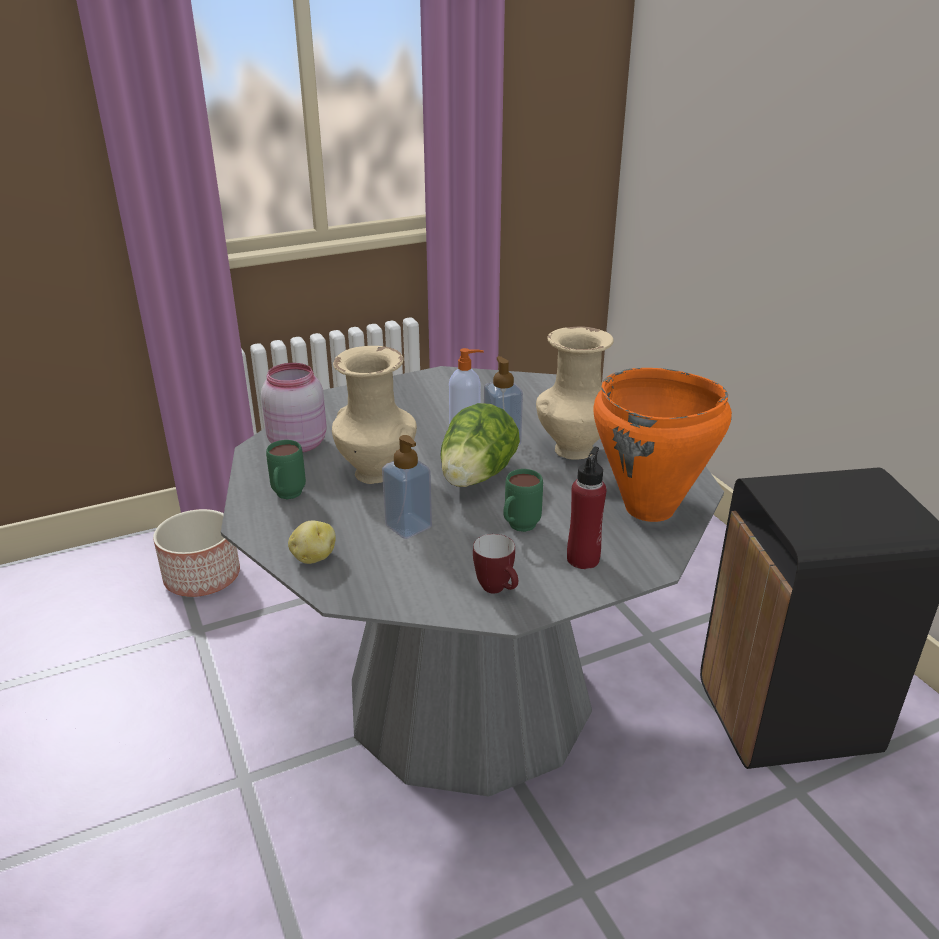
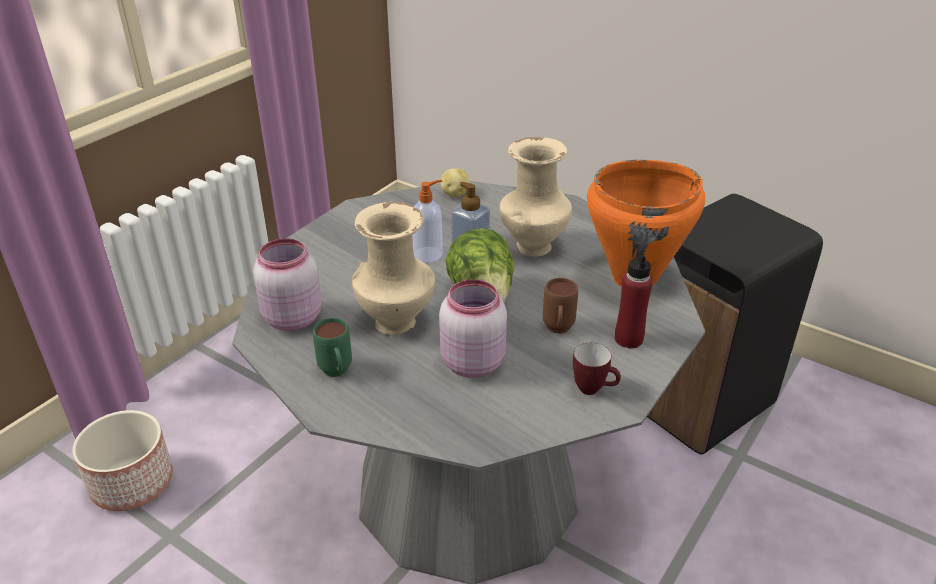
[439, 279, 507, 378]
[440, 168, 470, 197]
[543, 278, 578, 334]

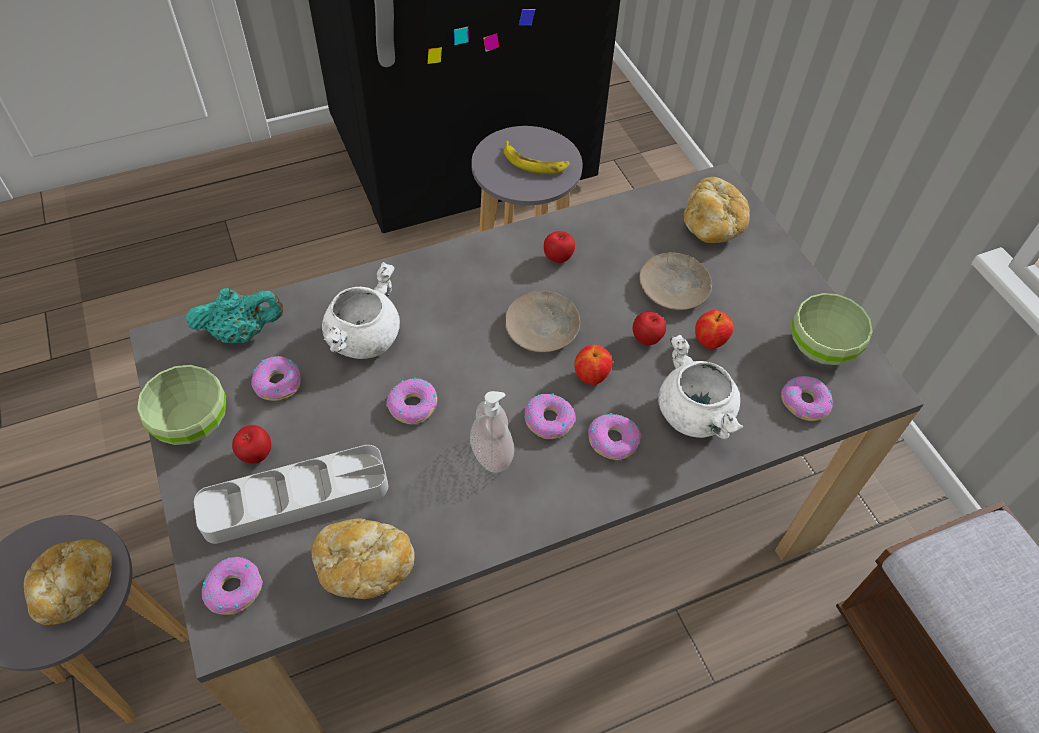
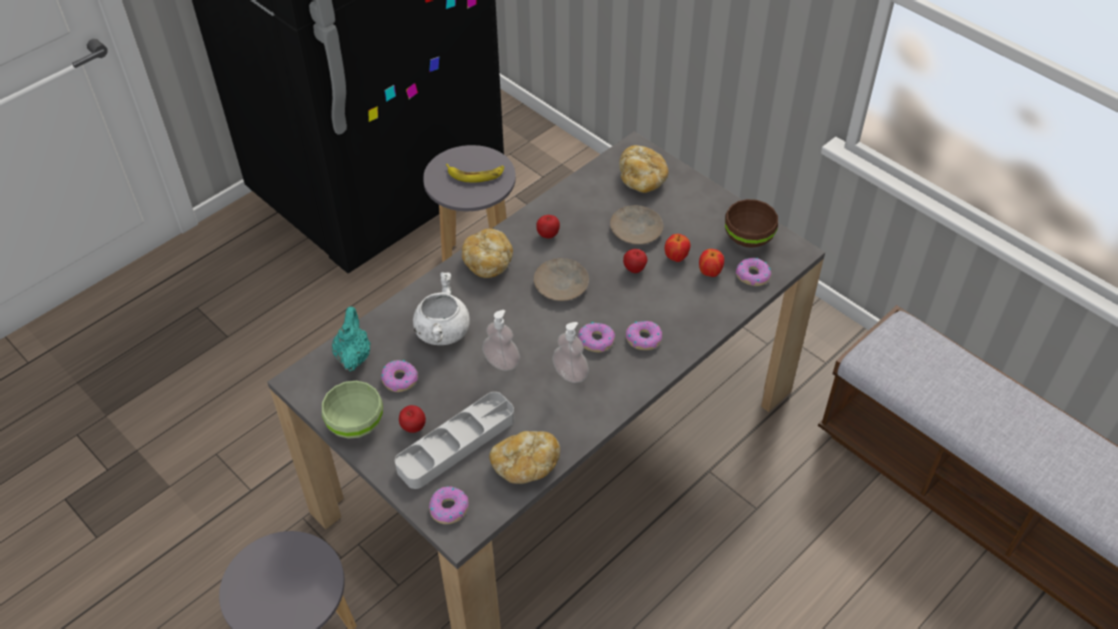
[332, 306, 371, 371]
[462, 229, 513, 278]
[482, 310, 520, 371]
[699, 249, 724, 277]
[725, 199, 778, 248]
[658, 335, 743, 439] (first image)

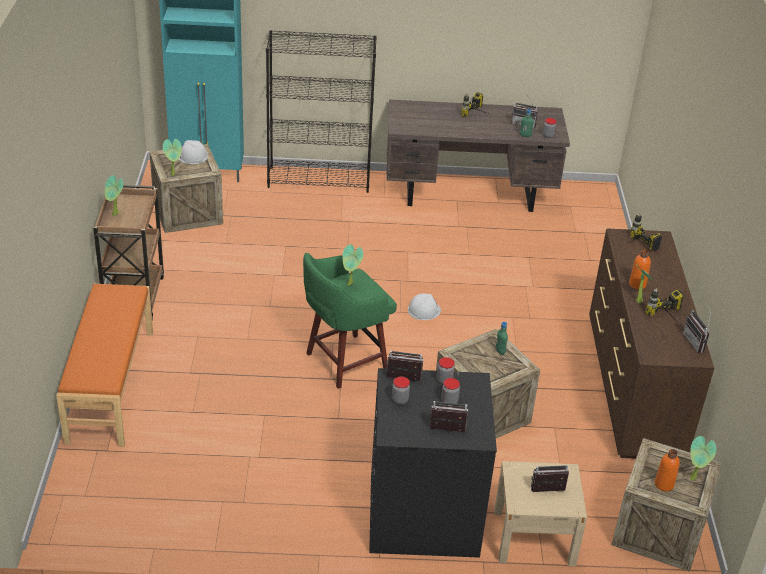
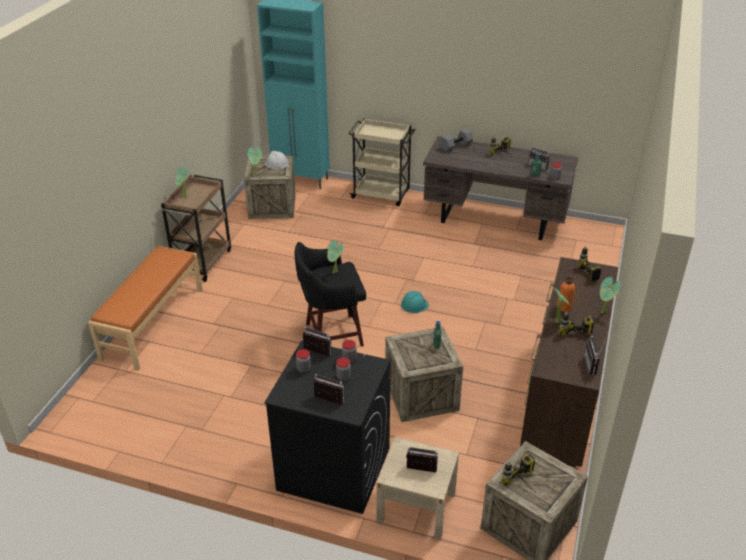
[294, 242, 366, 346]
[348, 118, 416, 206]
[401, 291, 429, 313]
[440, 129, 473, 152]
[501, 453, 535, 486]
[600, 277, 621, 314]

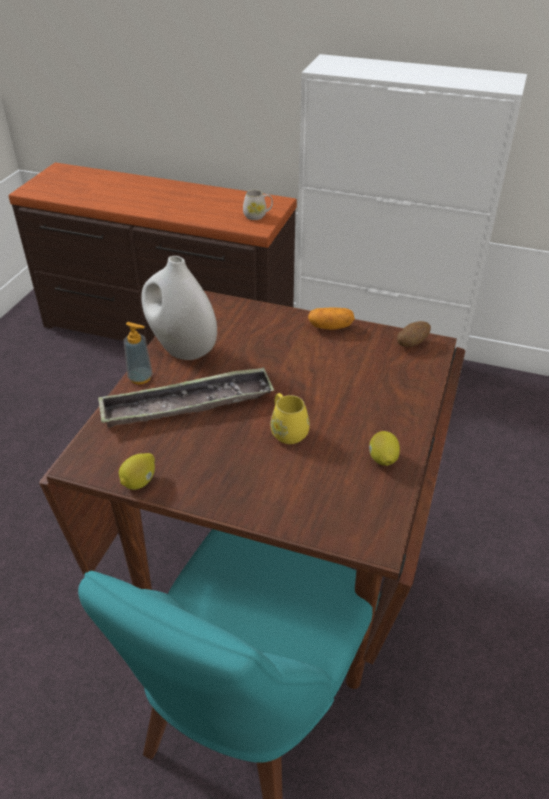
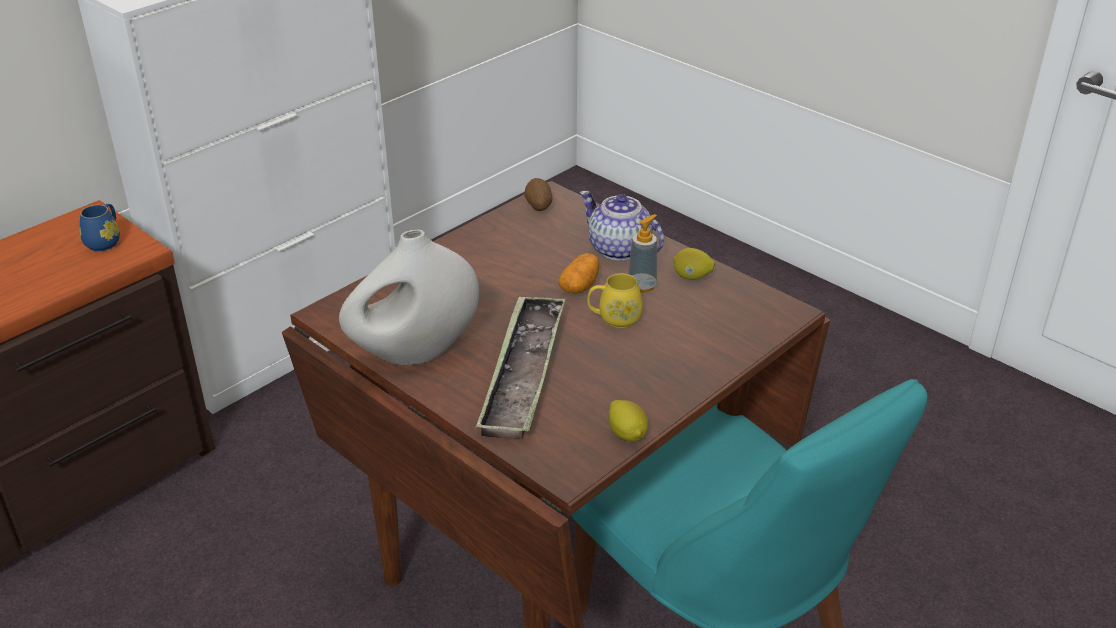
[80, 204, 120, 251]
[558, 253, 599, 294]
[579, 191, 664, 260]
[628, 214, 657, 293]

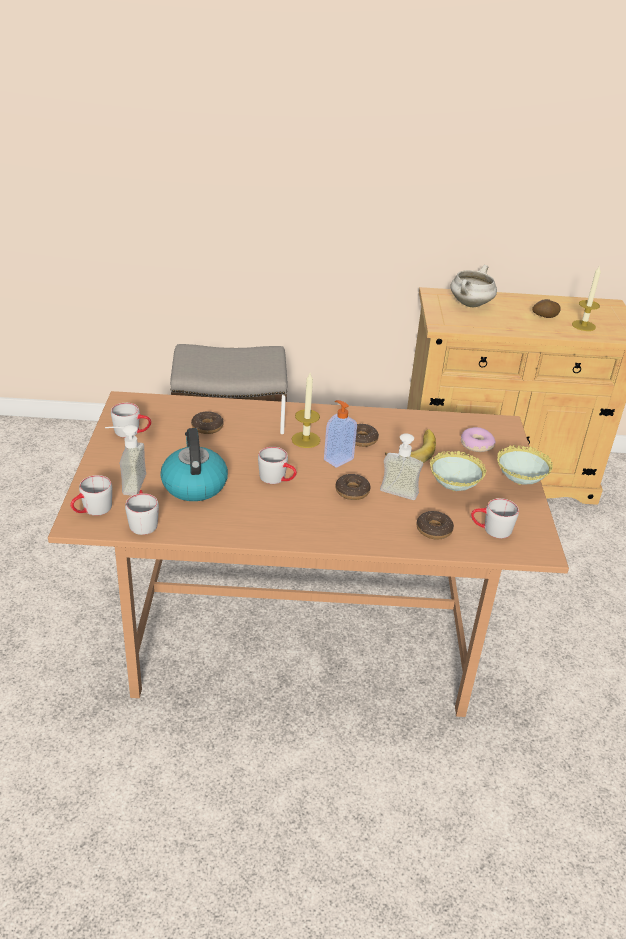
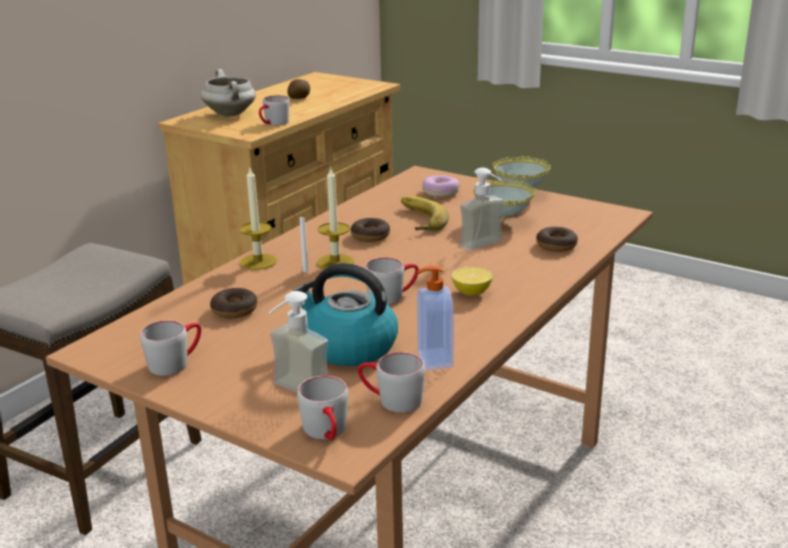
[239, 168, 277, 270]
[259, 95, 290, 126]
[417, 266, 454, 370]
[452, 267, 493, 296]
[335, 474, 371, 500] (first image)

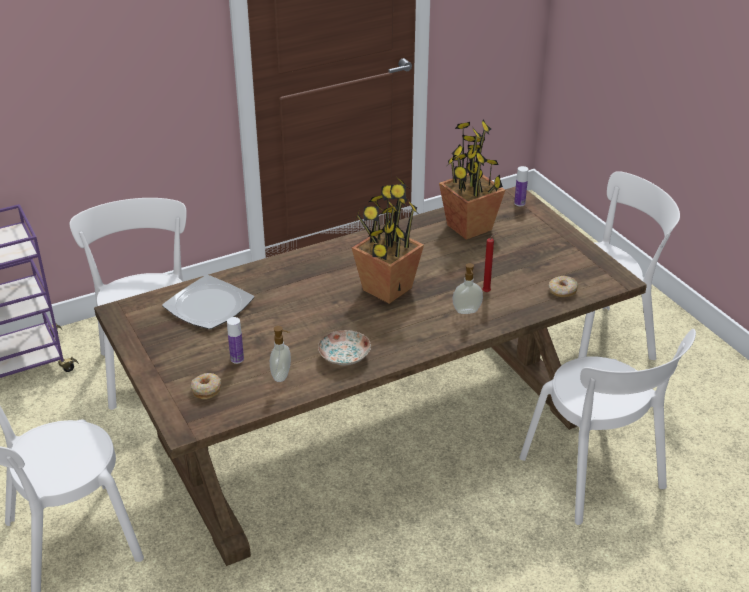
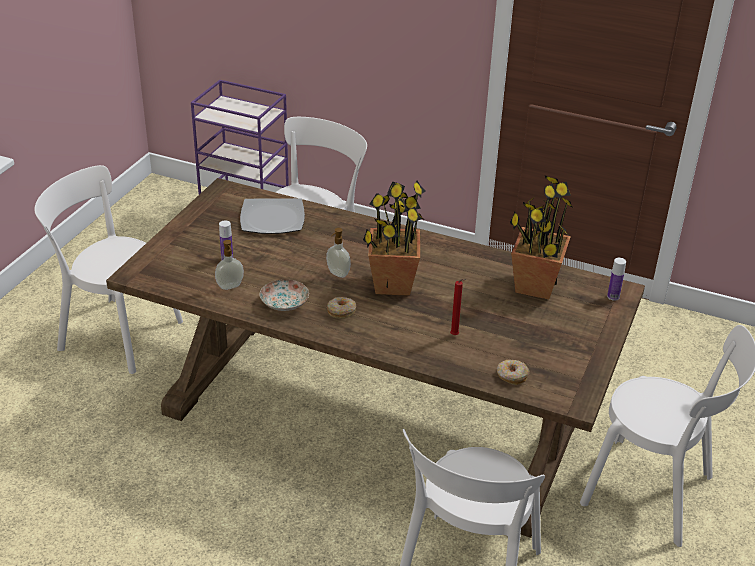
[326, 228, 351, 278]
[327, 297, 356, 319]

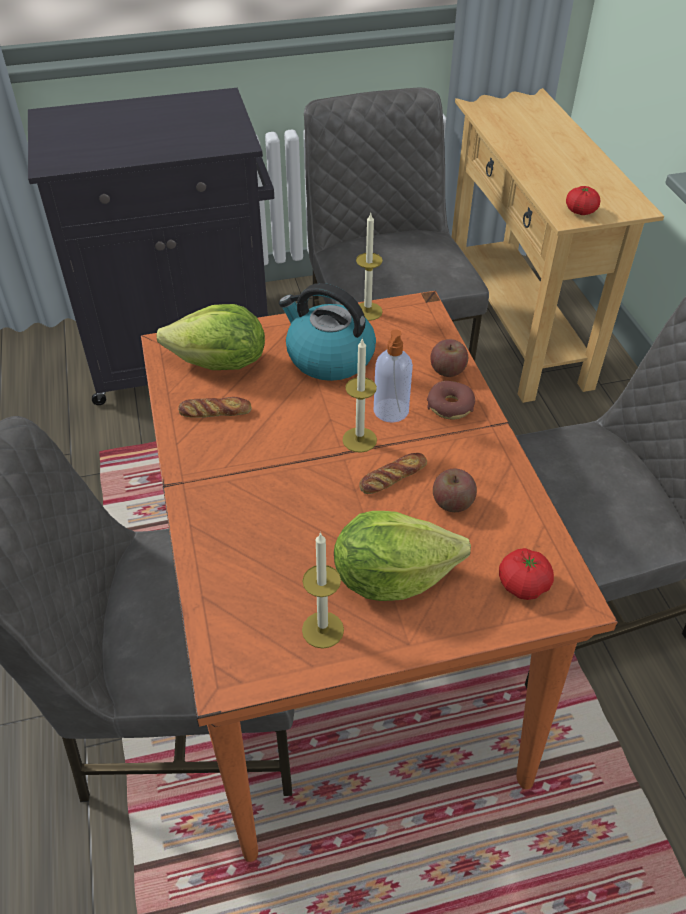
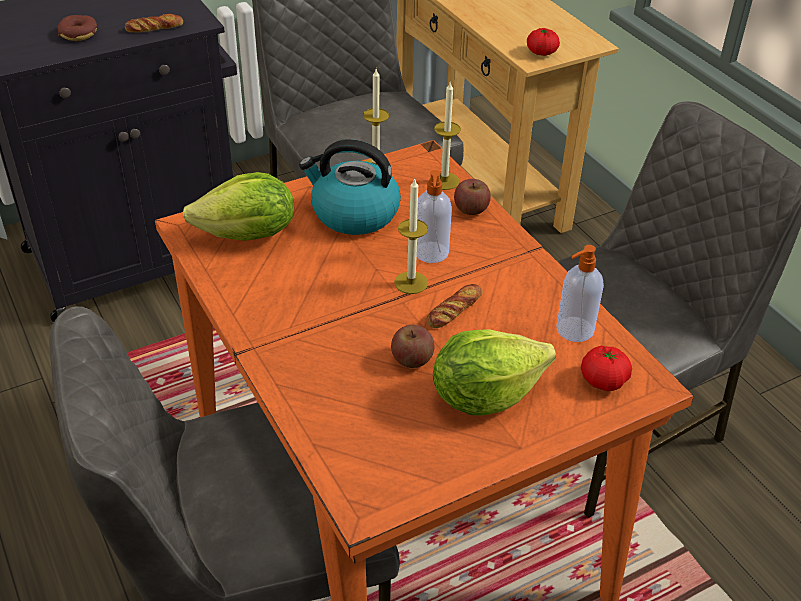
[58, 15, 97, 41]
[125, 13, 183, 33]
[391, 325, 434, 368]
[434, 82, 461, 190]
[556, 245, 604, 342]

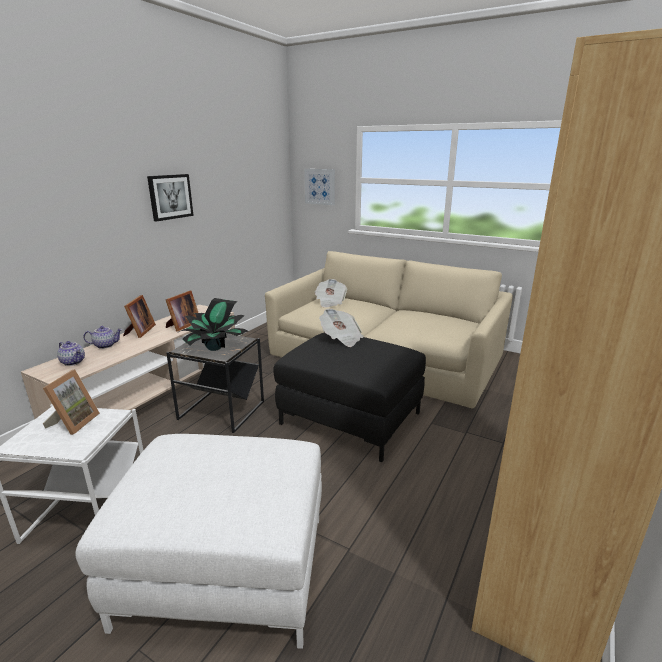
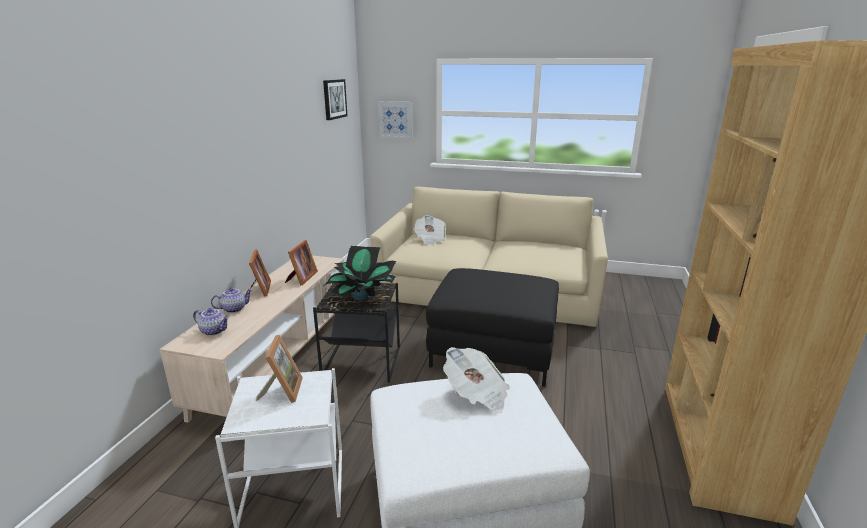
[323, 79, 348, 120]
[443, 347, 510, 413]

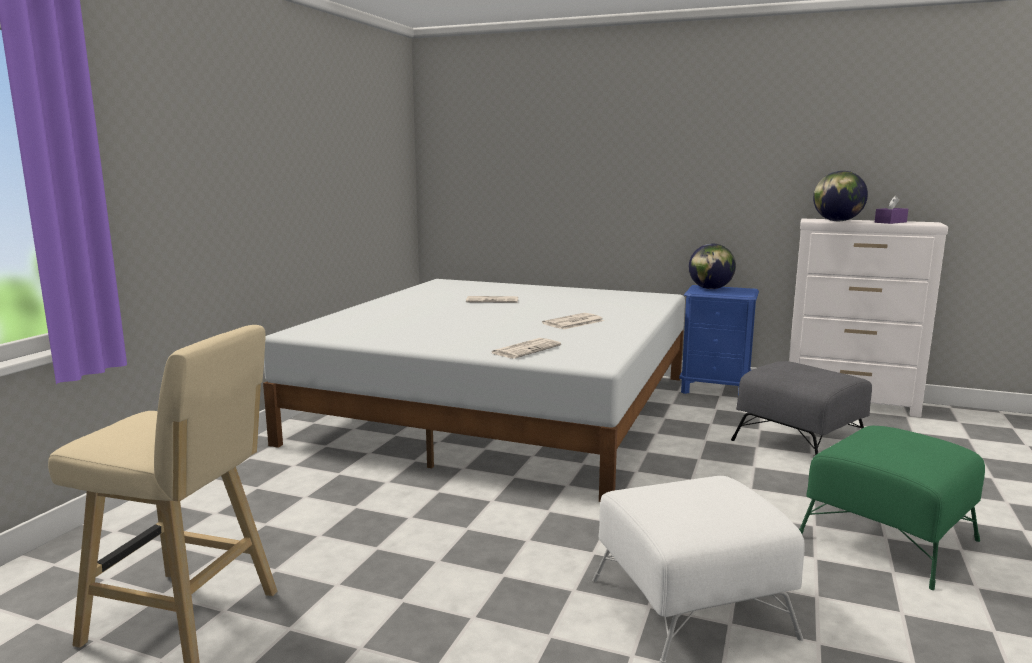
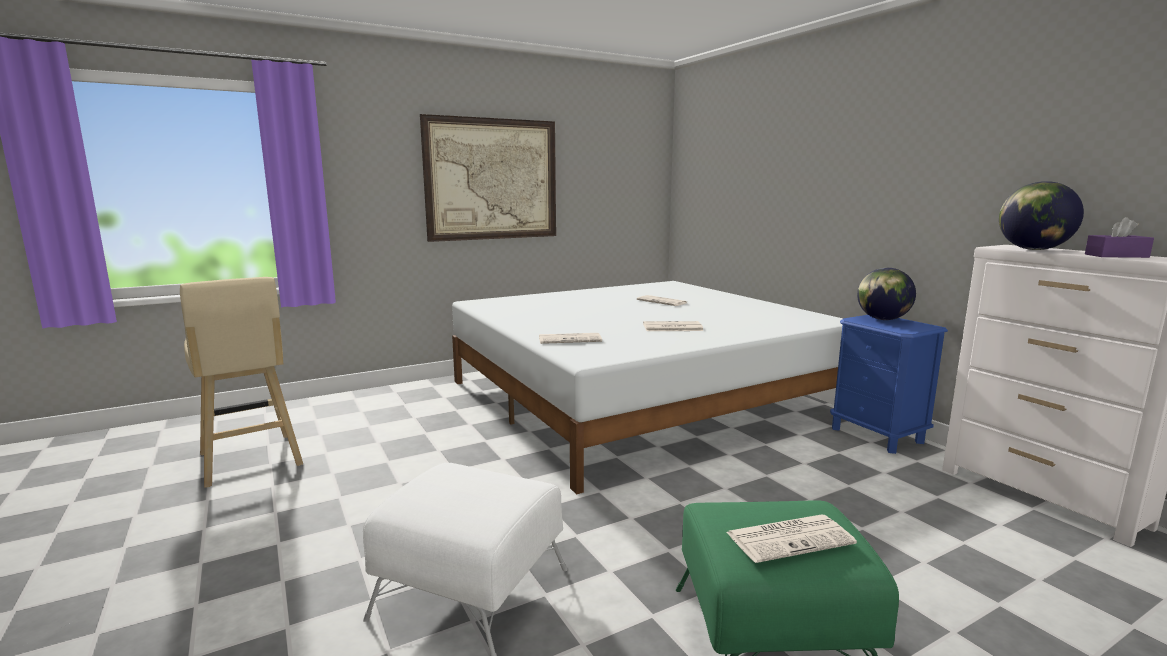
[420, 114, 556, 242]
[726, 514, 857, 563]
[731, 361, 872, 456] (first image)

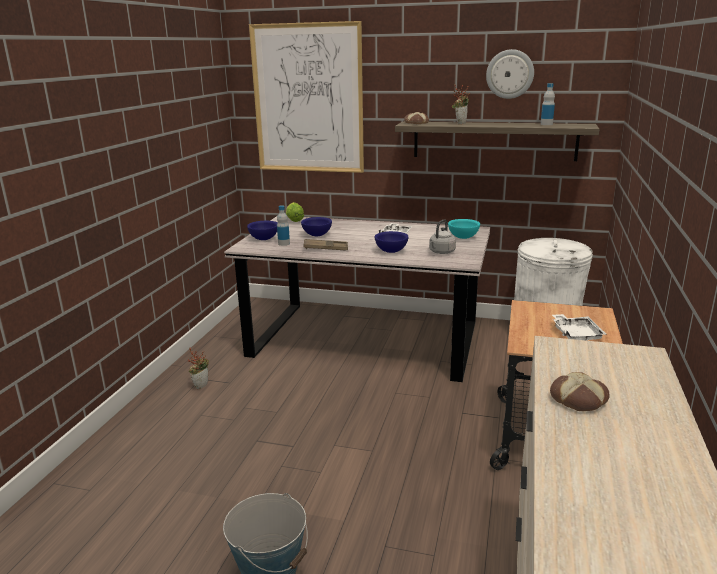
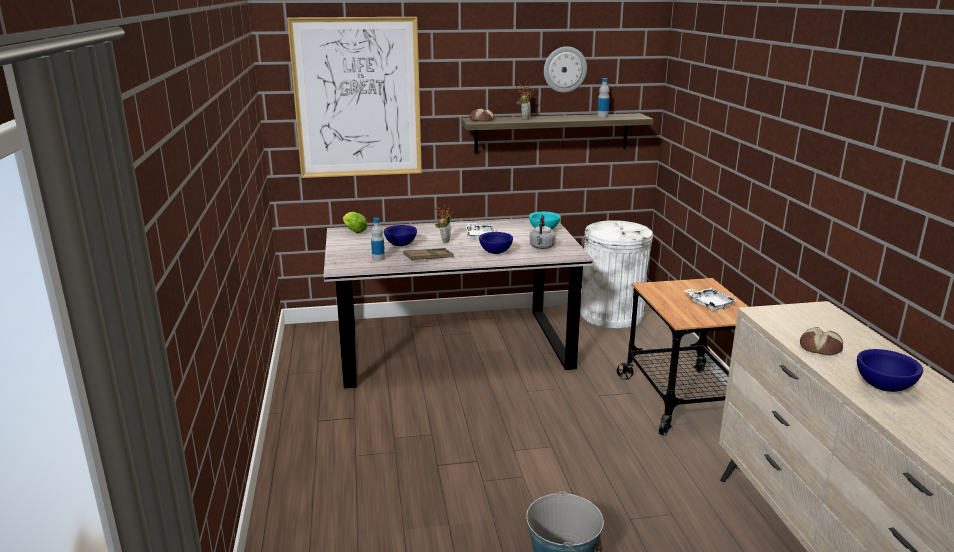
[435, 204, 453, 243]
[857, 349, 923, 392]

